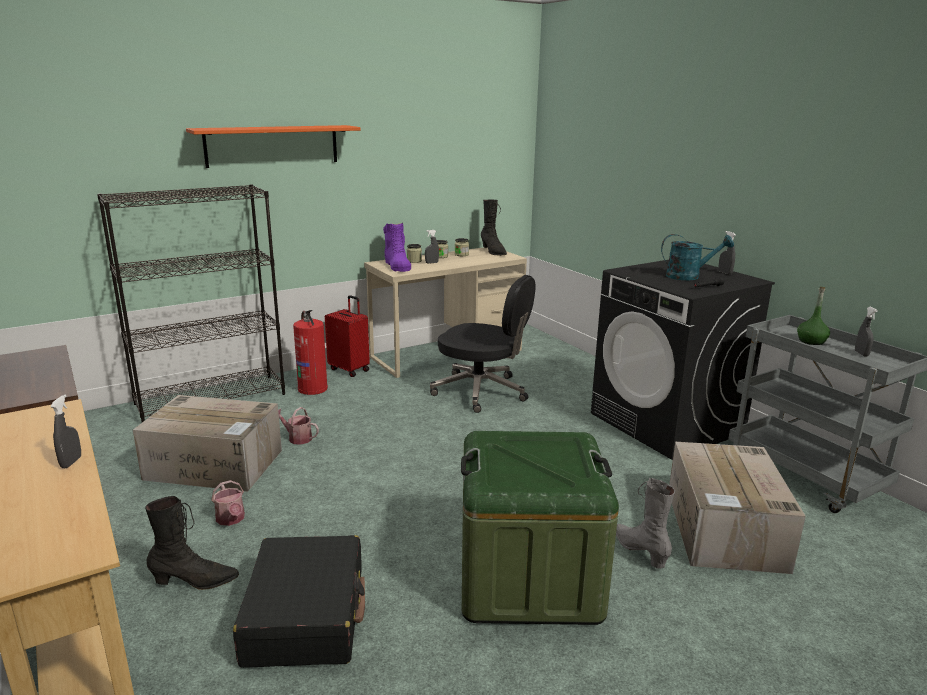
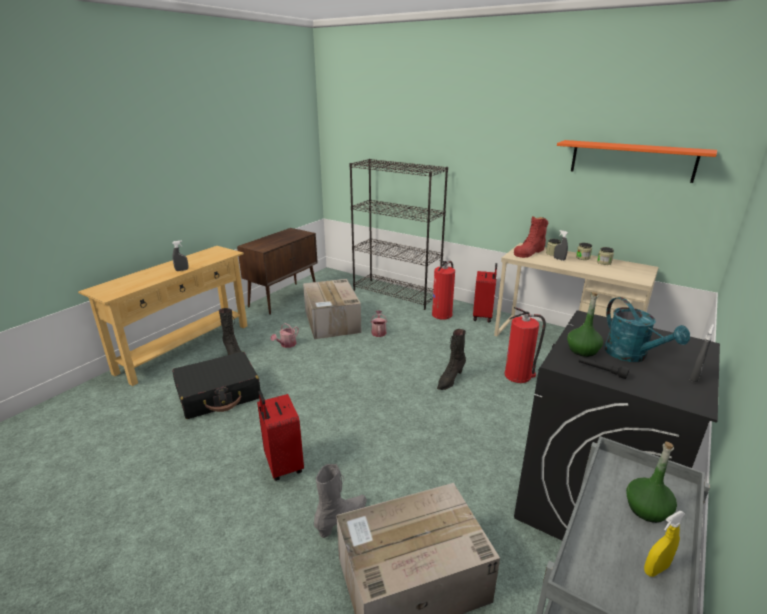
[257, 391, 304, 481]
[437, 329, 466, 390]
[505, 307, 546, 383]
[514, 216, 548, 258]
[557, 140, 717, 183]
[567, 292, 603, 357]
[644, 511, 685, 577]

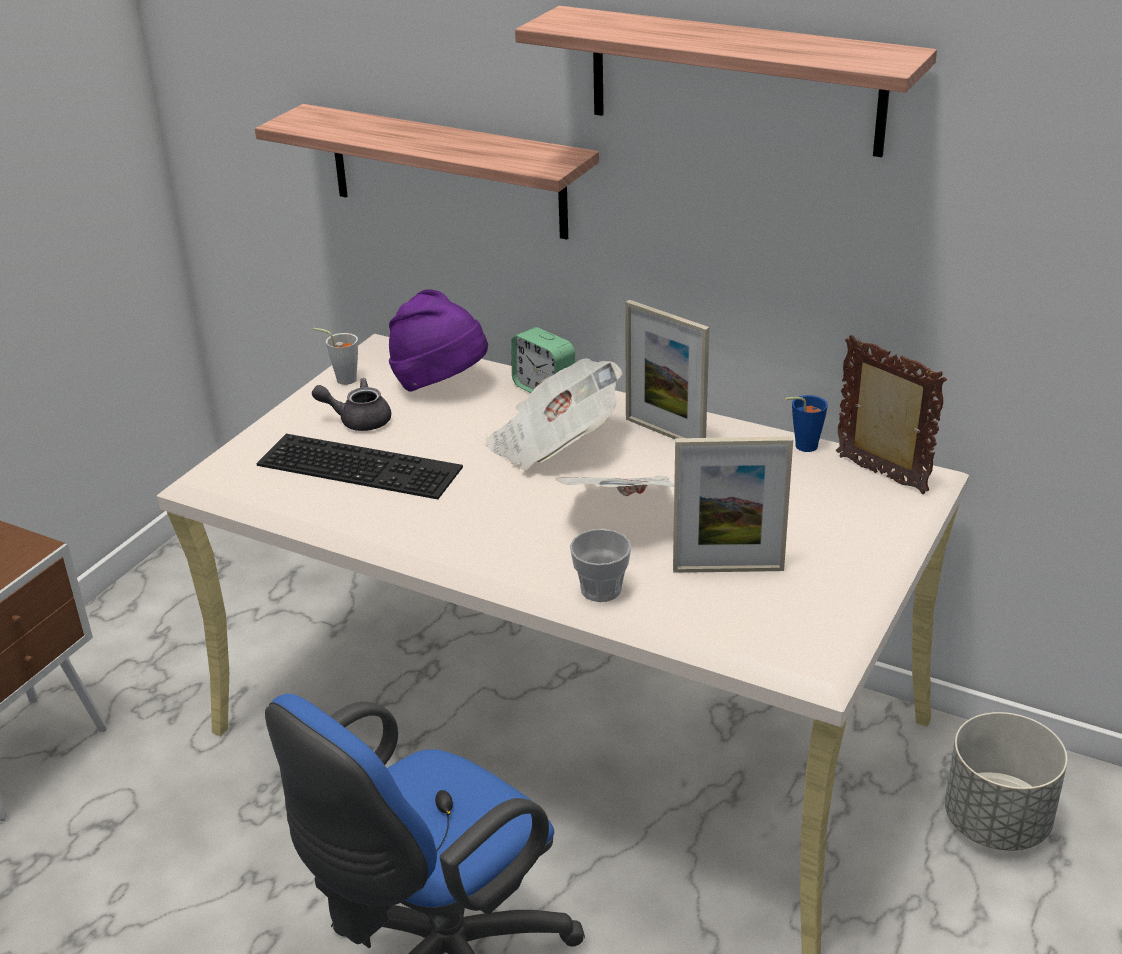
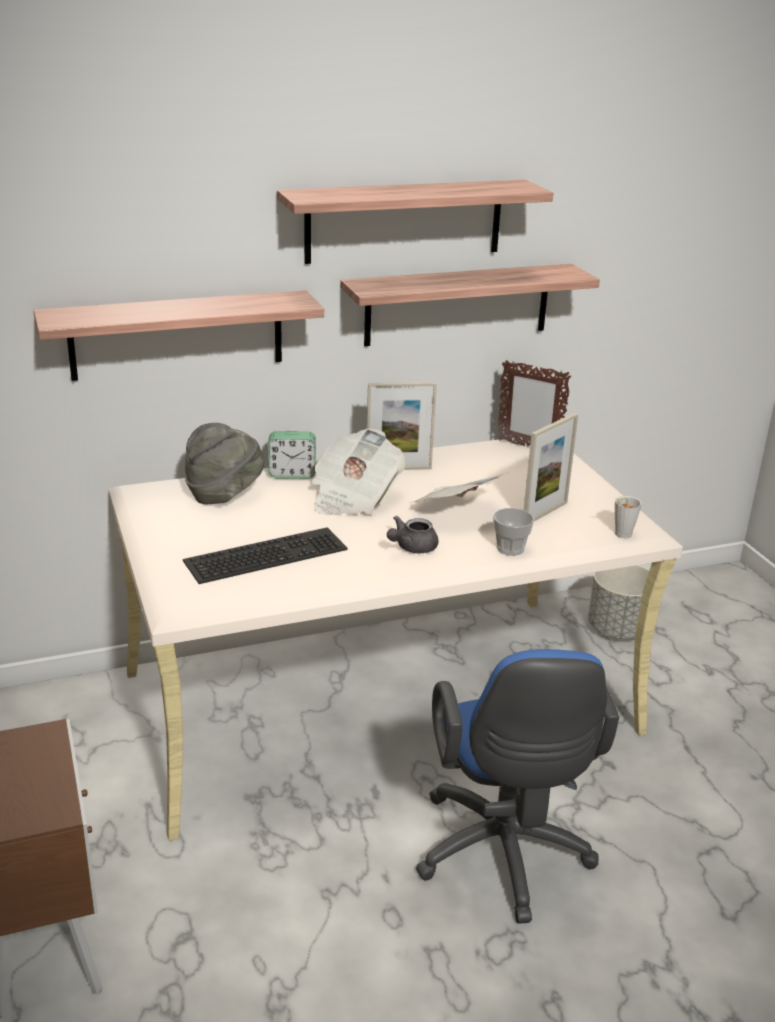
[185, 423, 264, 504]
[340, 264, 600, 346]
[387, 516, 438, 553]
[497, 360, 571, 446]
[615, 496, 642, 538]
[785, 395, 828, 452] (first image)

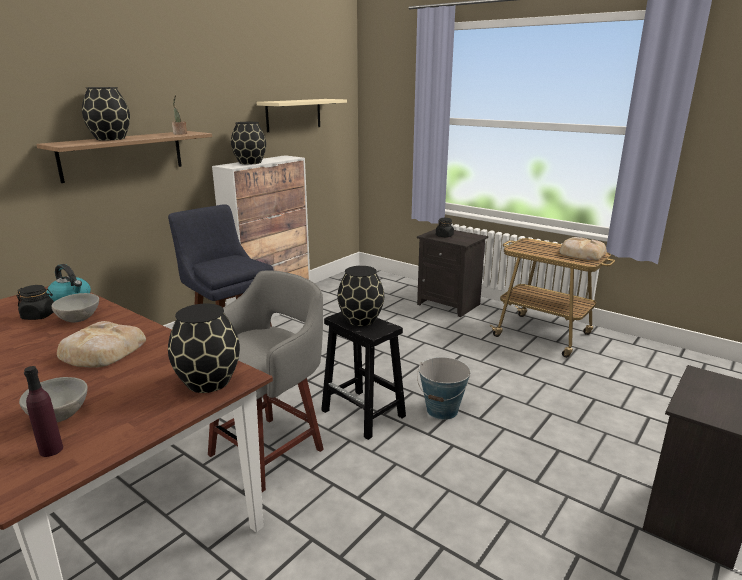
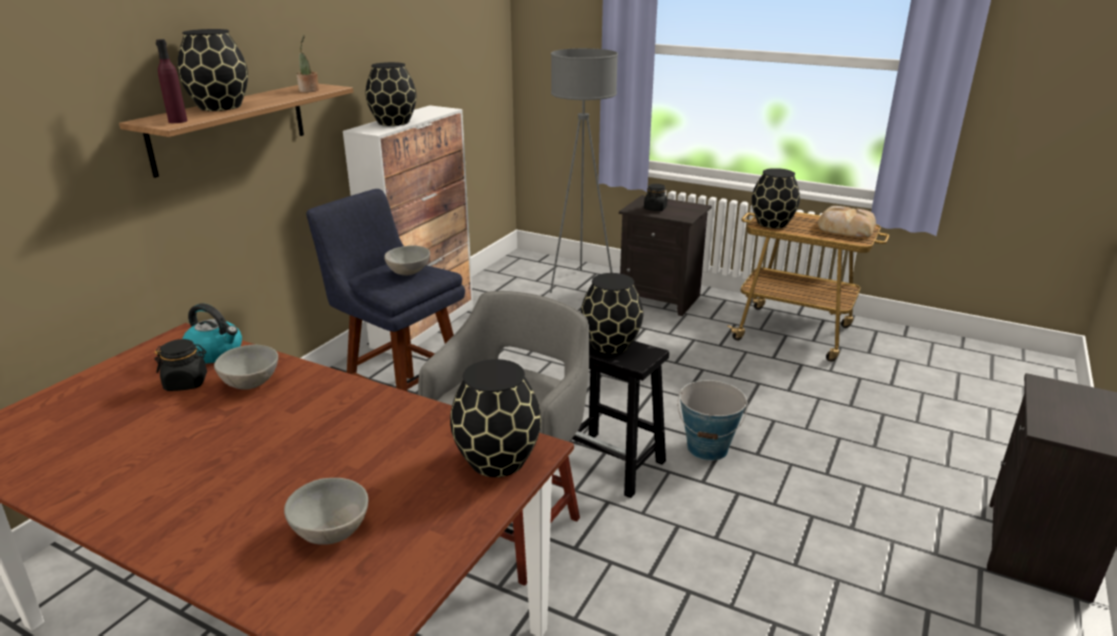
[156, 39, 187, 123]
[384, 246, 430, 276]
[550, 48, 618, 293]
[752, 168, 800, 228]
[57, 321, 146, 367] (first image)
[256, 99, 347, 132] (first image)

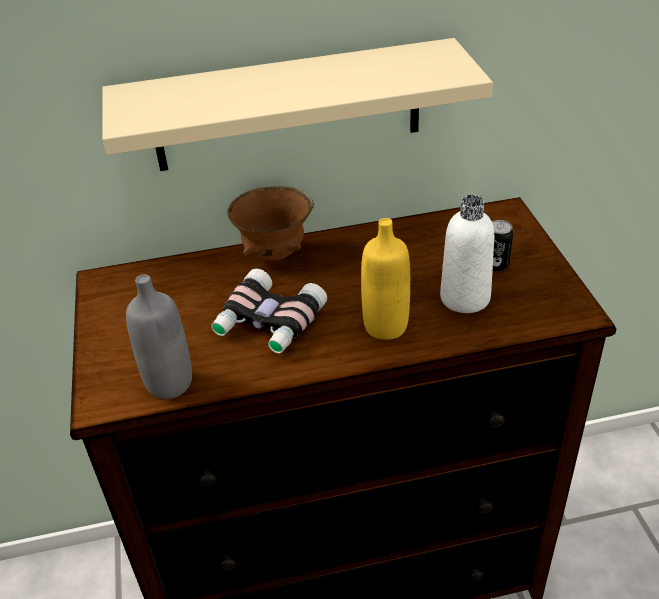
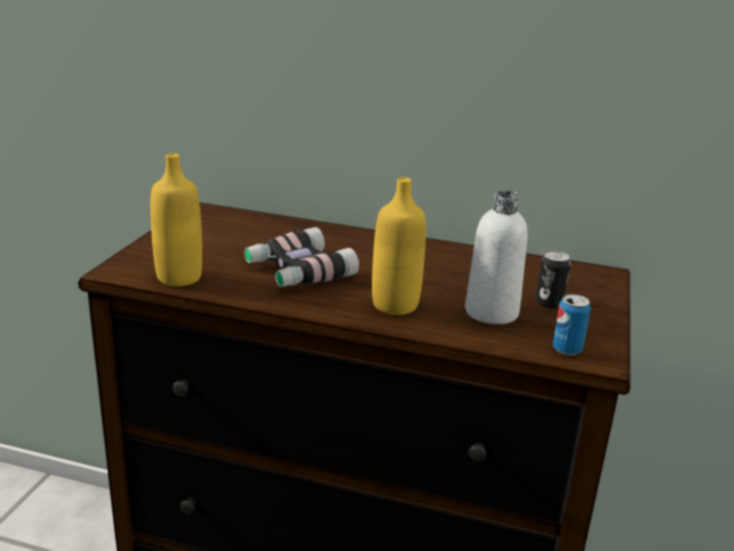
[150, 153, 202, 287]
[552, 294, 591, 356]
[102, 38, 493, 171] (first image)
[227, 186, 314, 261] (first image)

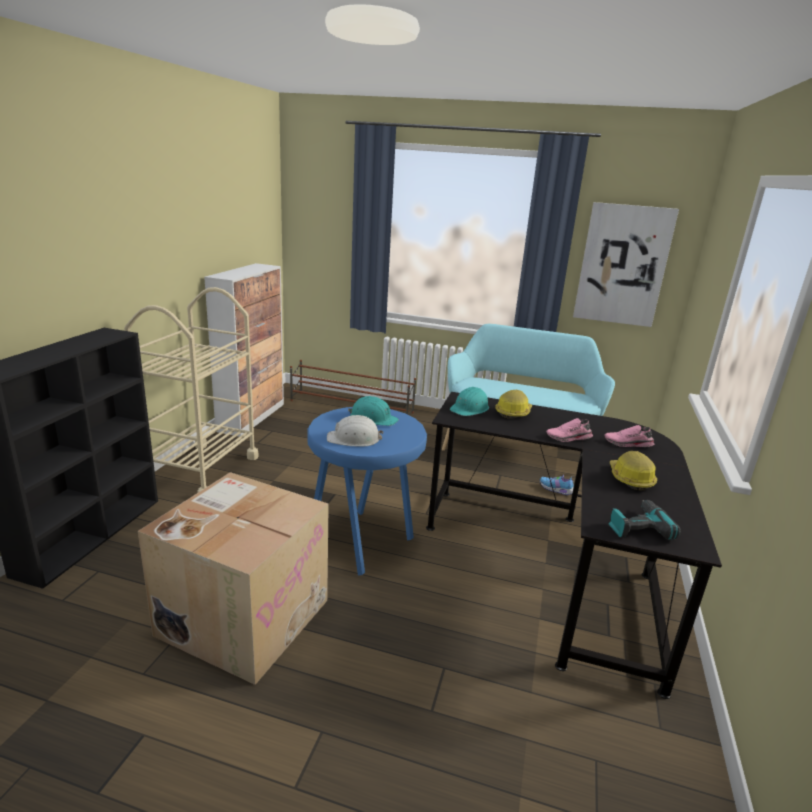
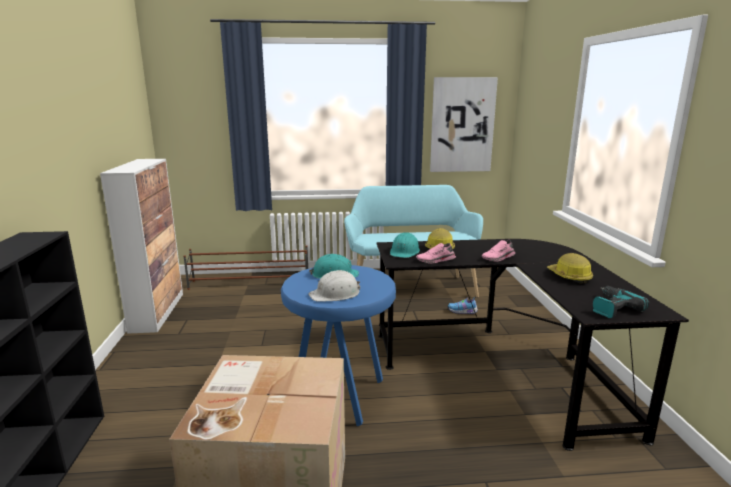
[416, 243, 456, 263]
[124, 287, 259, 493] (first image)

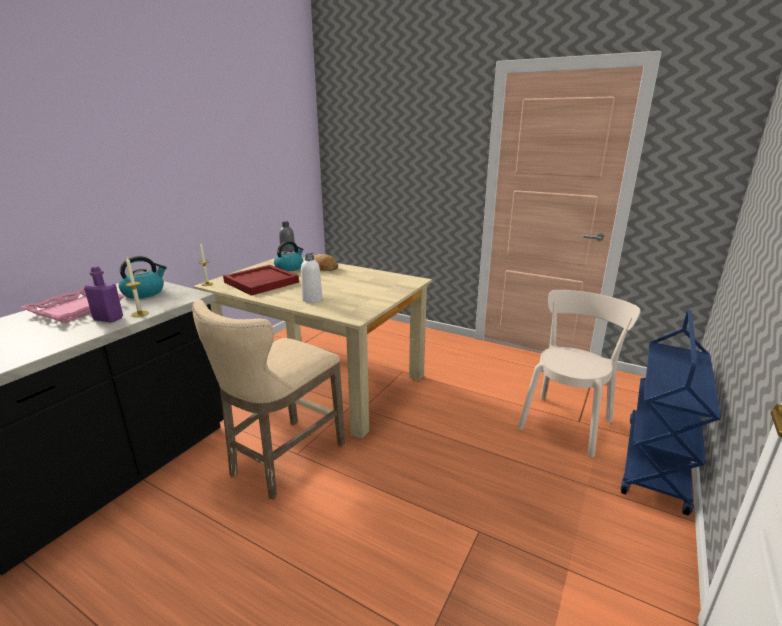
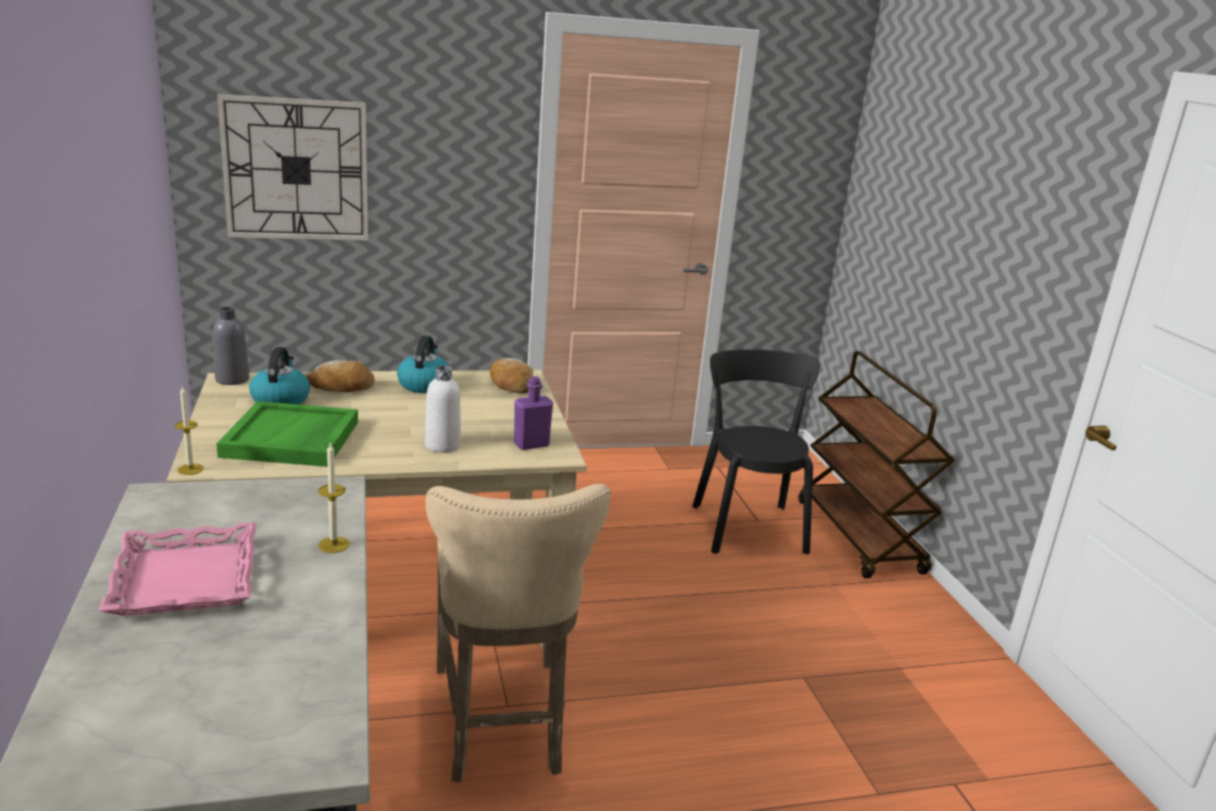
[216, 401, 358, 467]
[217, 94, 368, 241]
[397, 335, 450, 393]
[490, 358, 534, 393]
[514, 376, 553, 450]
[693, 349, 820, 554]
[798, 351, 955, 578]

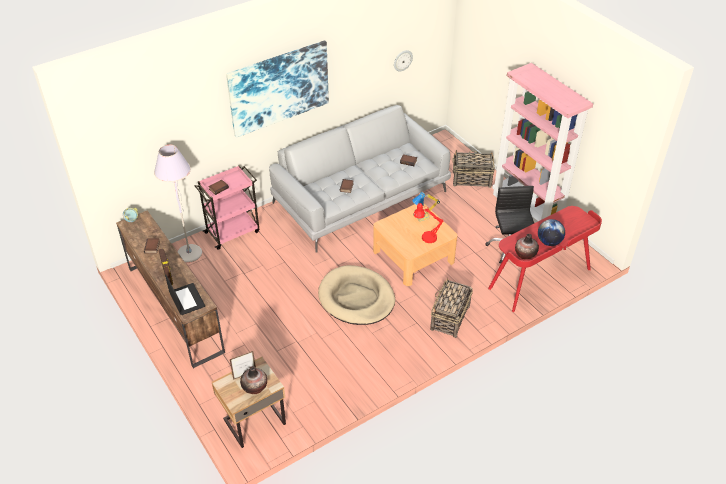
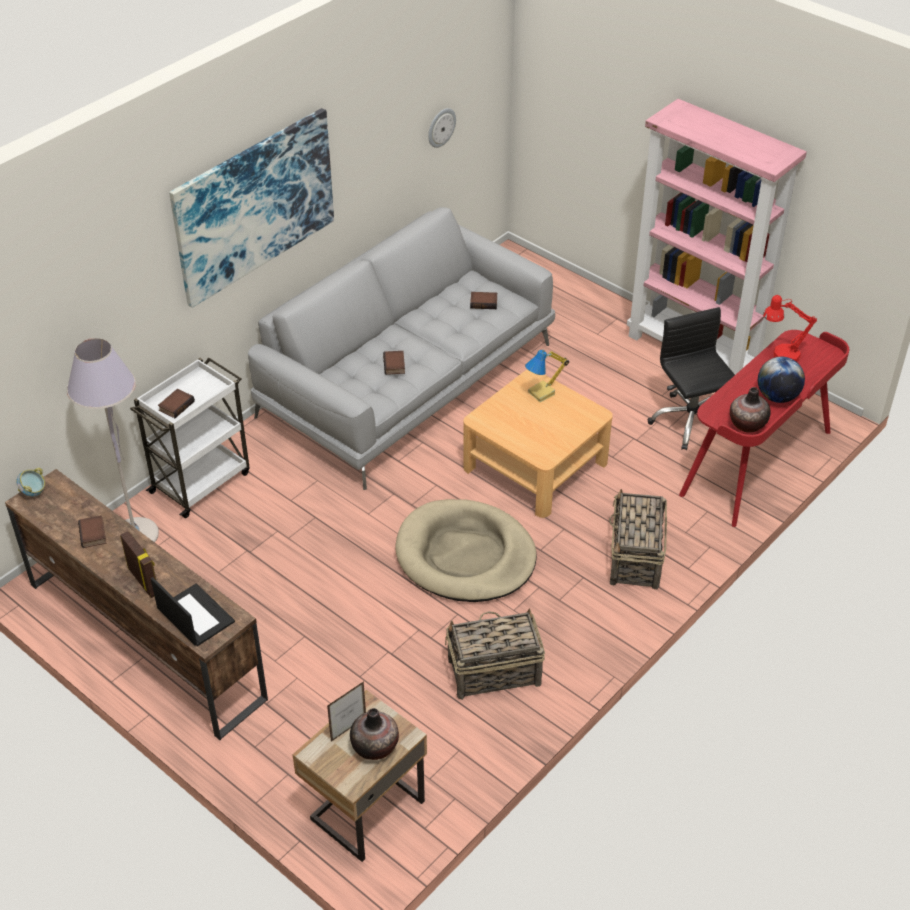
[130, 358, 249, 518]
[445, 608, 545, 700]
[763, 295, 817, 362]

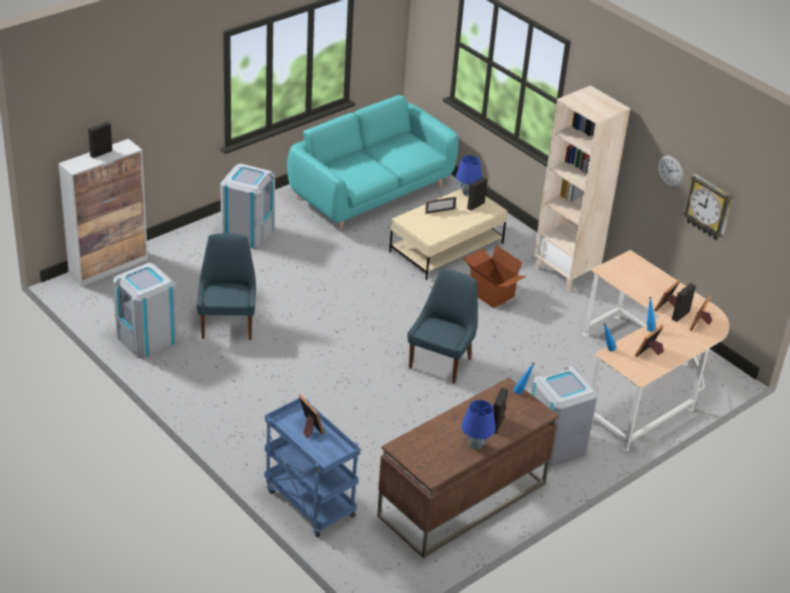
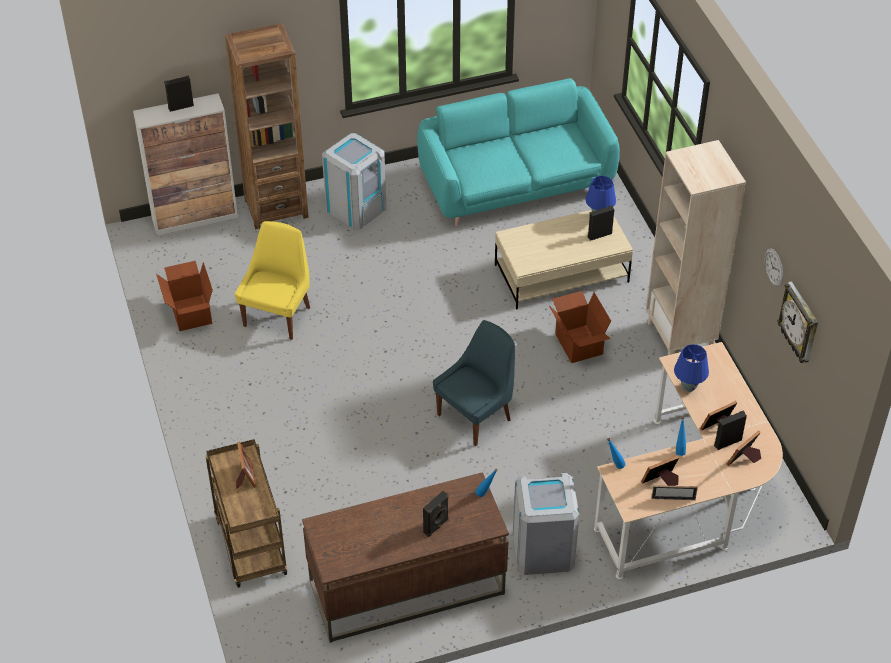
[156, 261, 213, 331]
[206, 439, 287, 588]
[225, 23, 309, 229]
[235, 221, 310, 340]
[652, 485, 698, 500]
[674, 344, 709, 392]

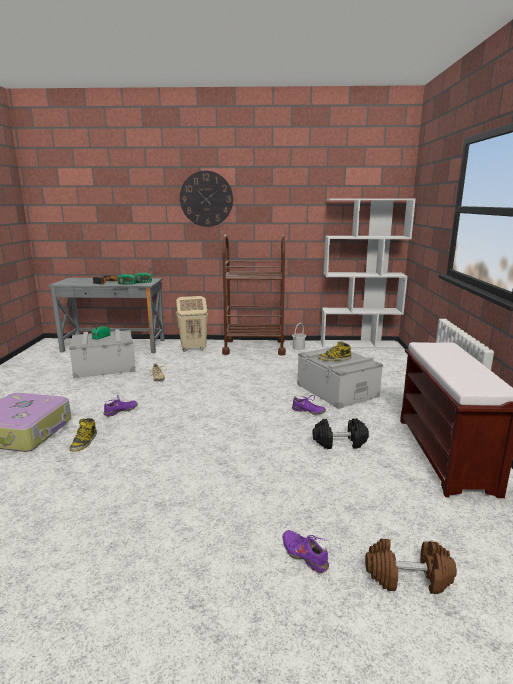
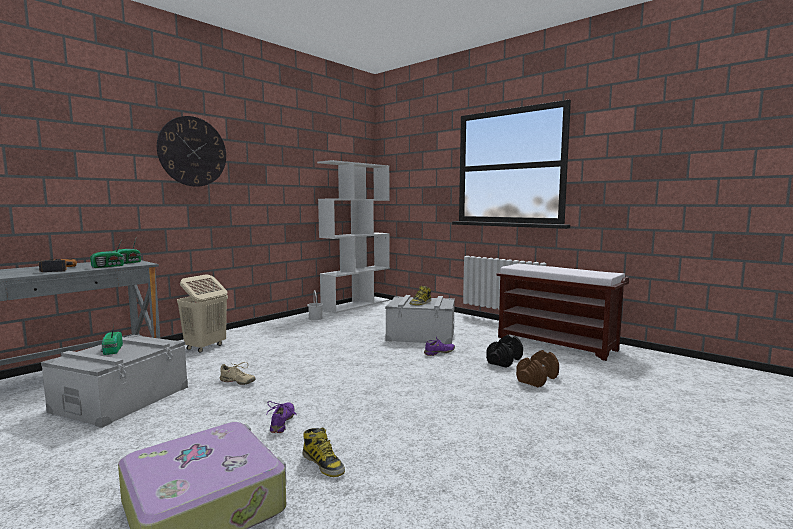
[516, 350, 559, 387]
[222, 234, 286, 355] (first image)
[283, 530, 329, 573] (first image)

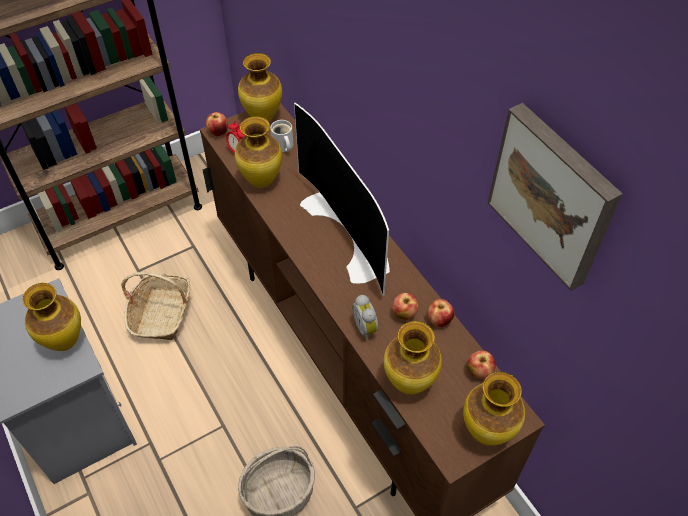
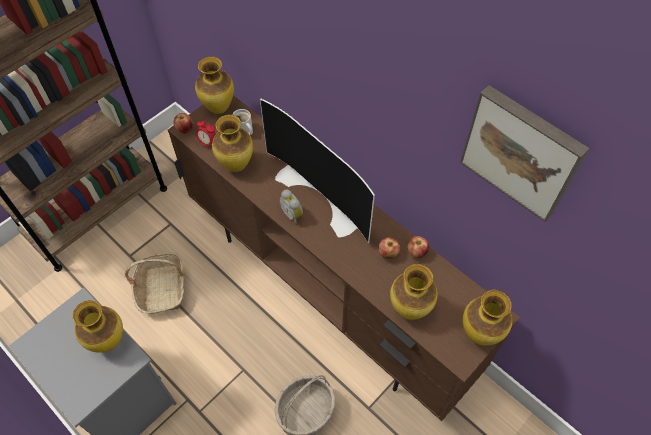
[279, 190, 303, 224]
[467, 350, 496, 379] (first image)

